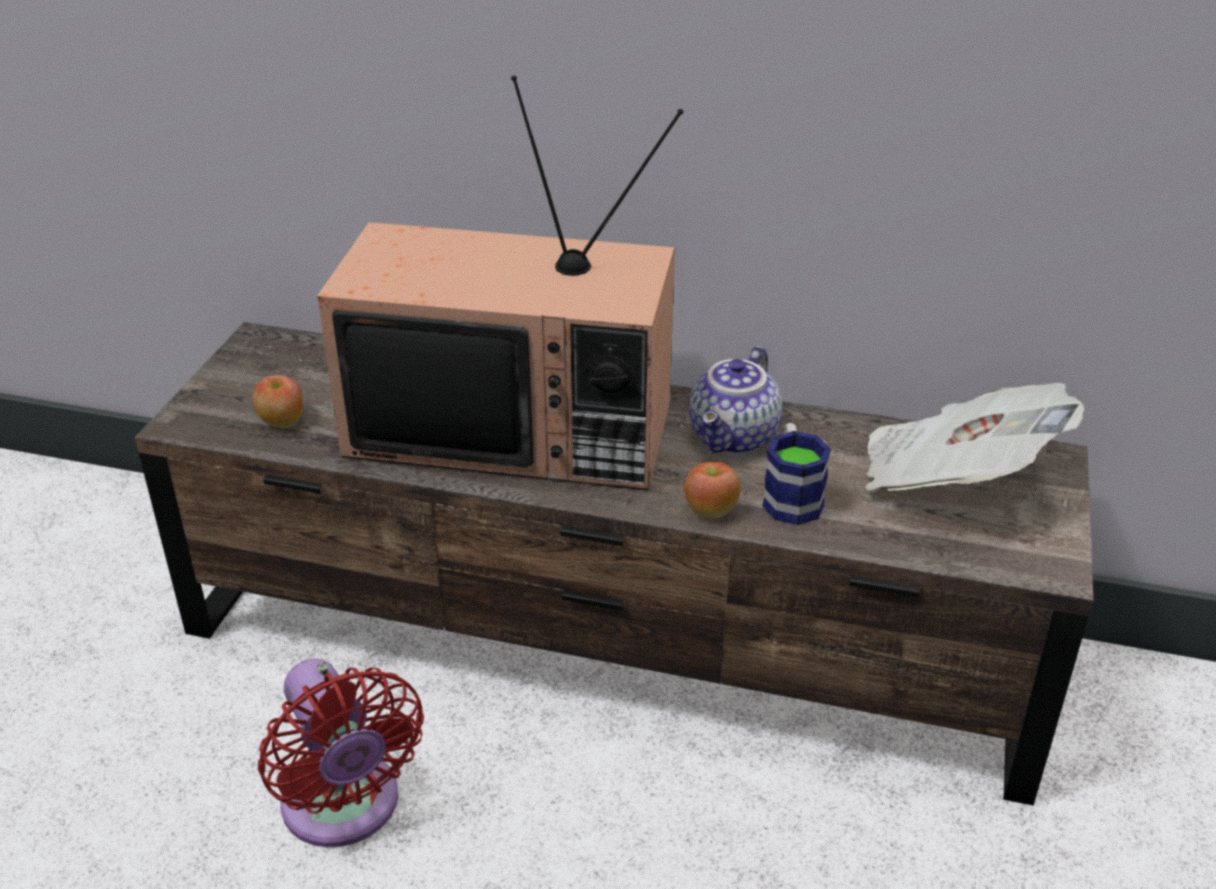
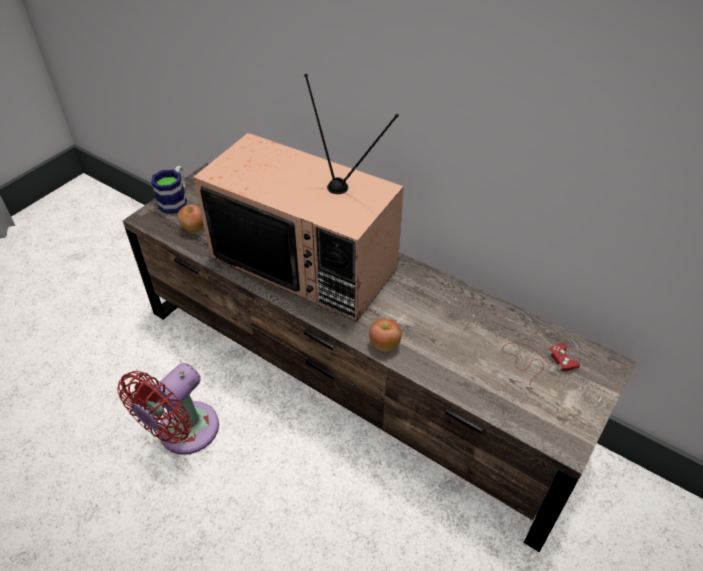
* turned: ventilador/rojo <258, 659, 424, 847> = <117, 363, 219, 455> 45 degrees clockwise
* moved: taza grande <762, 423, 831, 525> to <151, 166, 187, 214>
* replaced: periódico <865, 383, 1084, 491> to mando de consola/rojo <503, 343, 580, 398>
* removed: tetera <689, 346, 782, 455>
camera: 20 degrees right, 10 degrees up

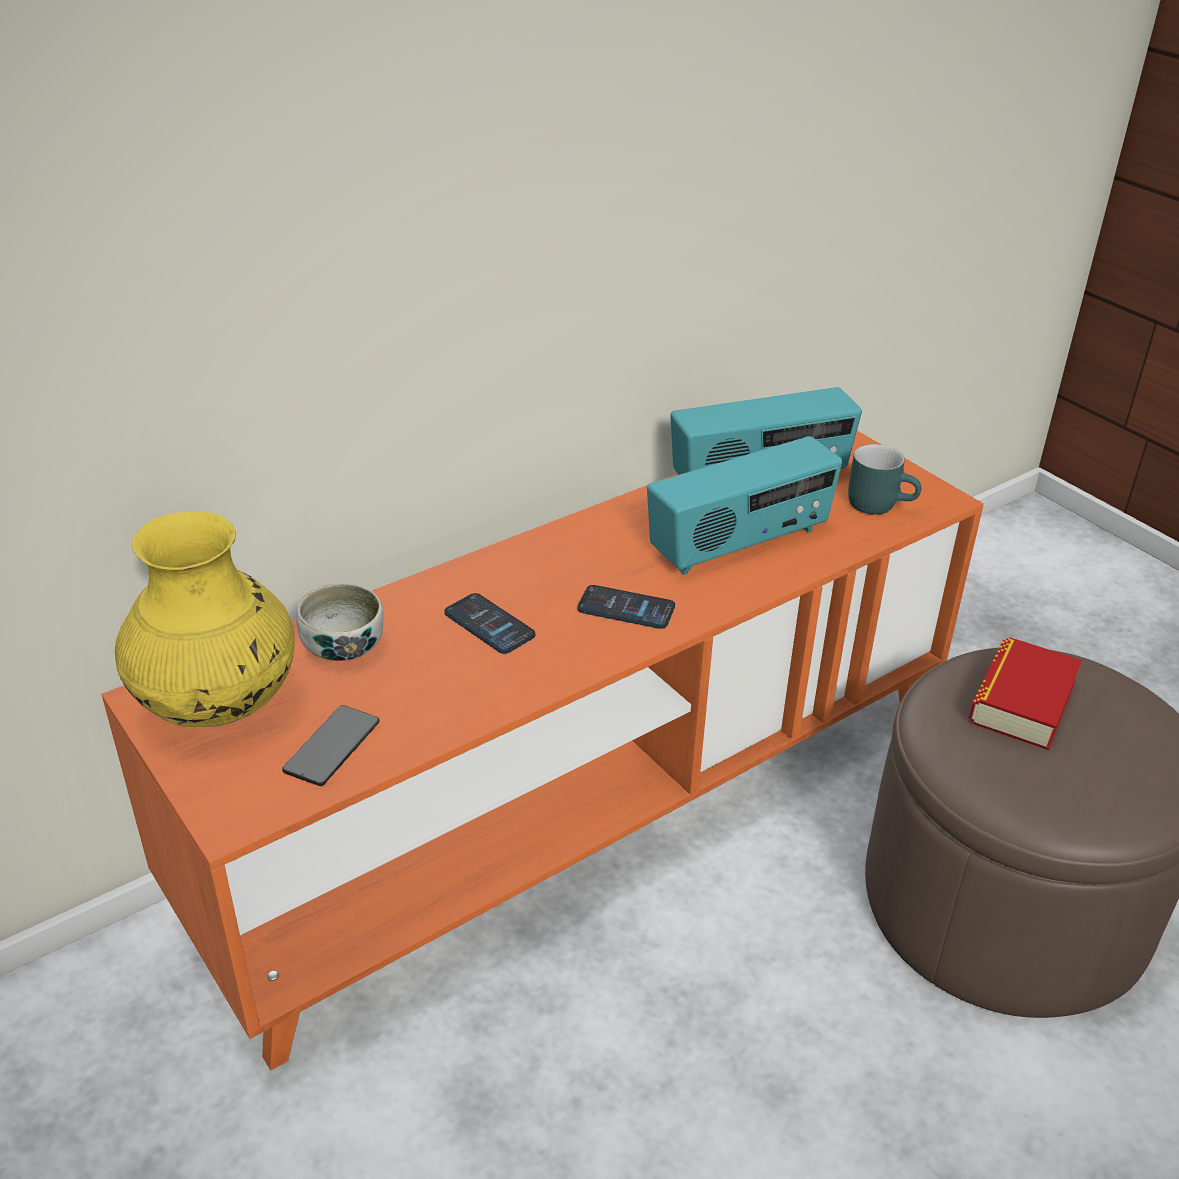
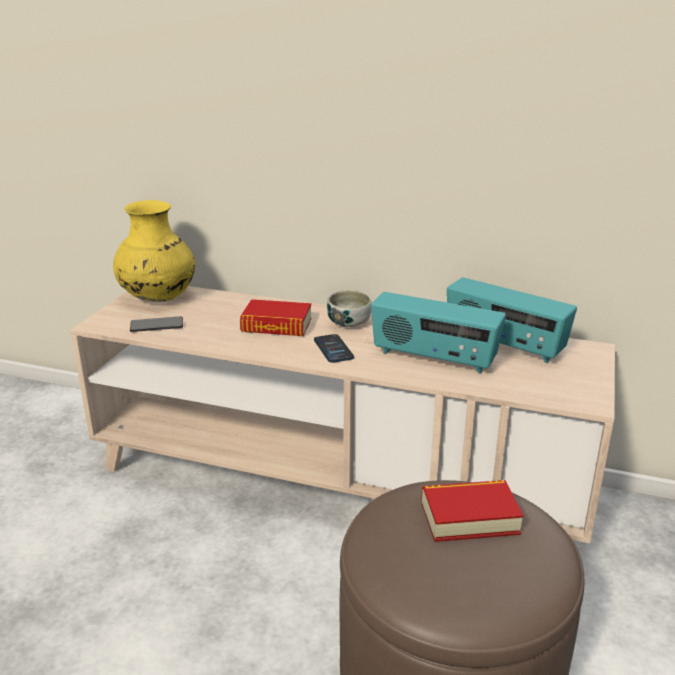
* recoloured: mueble de televisión/naranja <101, 431, 984, 1070> to mueble de televisión/beis <70, 286, 615, 544>
* replaced: móvil <444, 593, 535, 654> to libro <240, 299, 311, 336>
* moved: cuenco <296, 583, 383, 661> to <327, 290, 372, 327>
* removed: taza grande/turquesa <848, 444, 922, 515>
camera: 55 degrees right, 10 degrees down

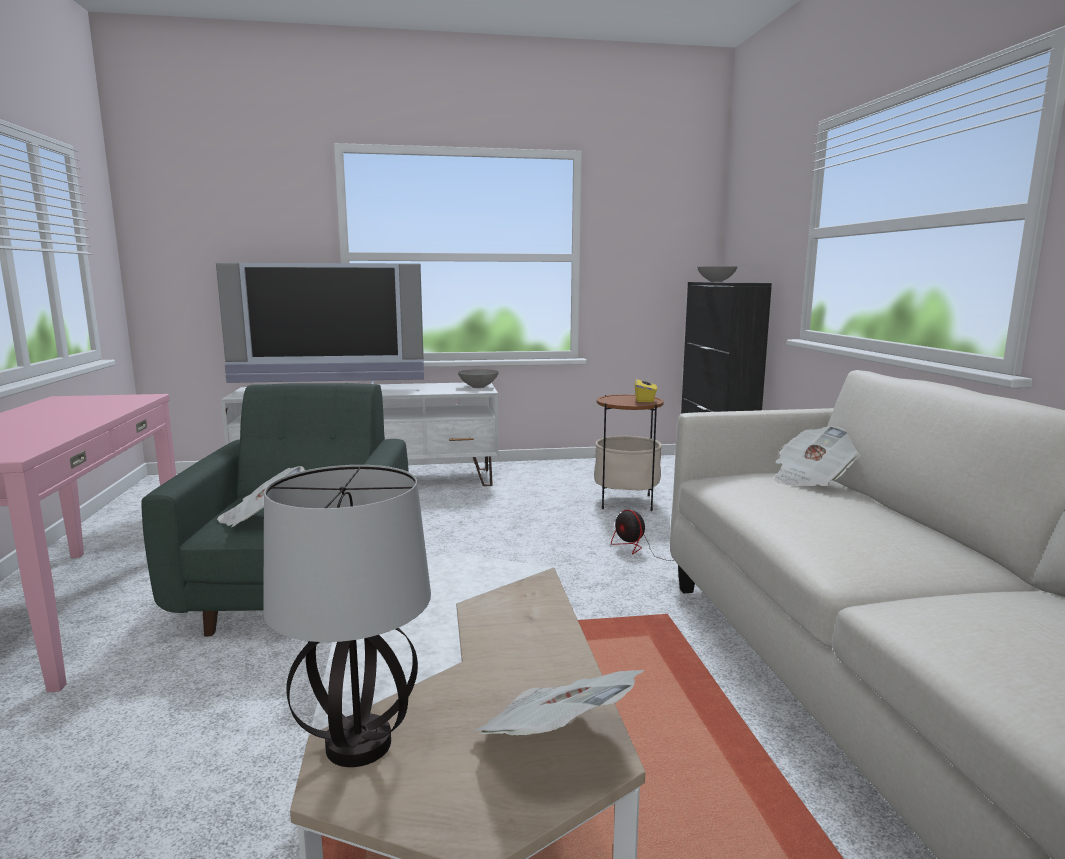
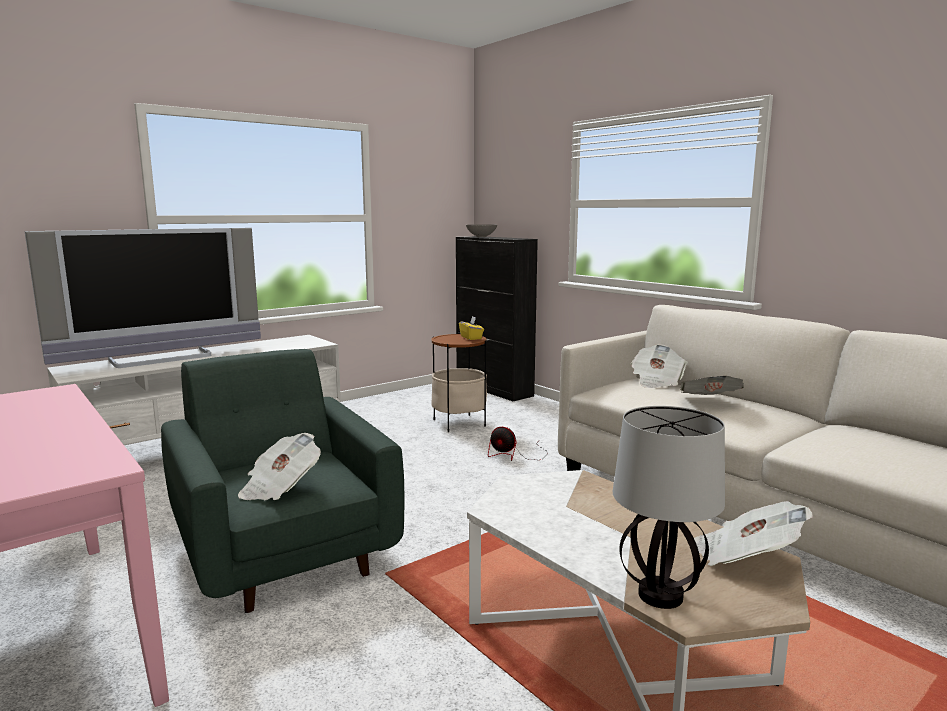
* added: periódico <680, 376, 744, 395>
* removed: cuenco/gris <458, 369, 499, 388>
camera: 30 degrees left, 0 degrees up

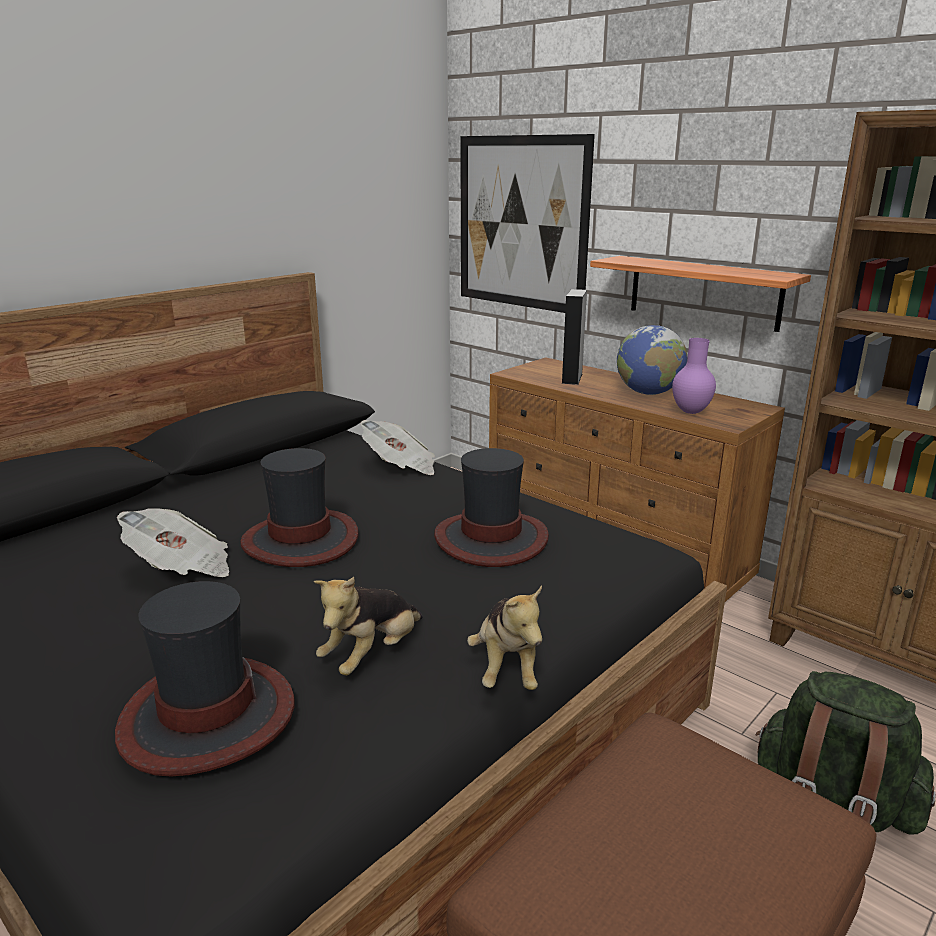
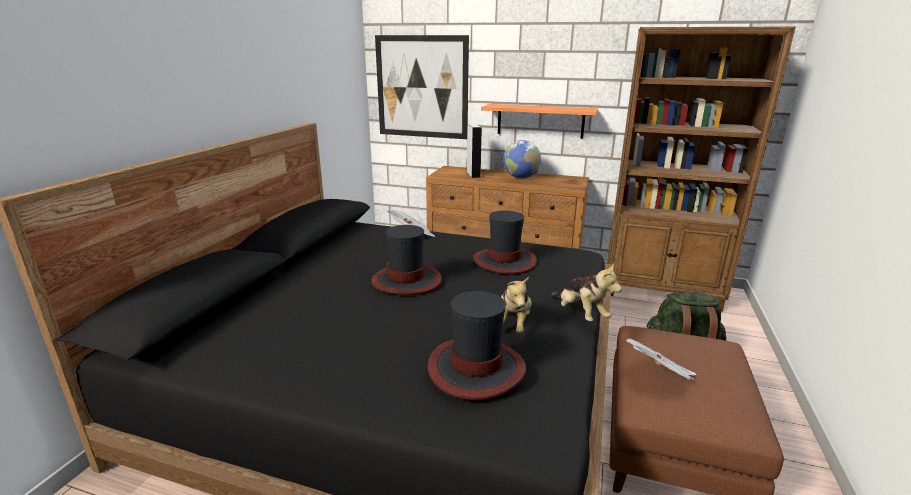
* moved: periódico <117, 508, 229, 577> to <626, 339, 697, 380>
* removed: florero/morado <672, 338, 716, 414>
camera: 25 degrees left, 0 degrees up

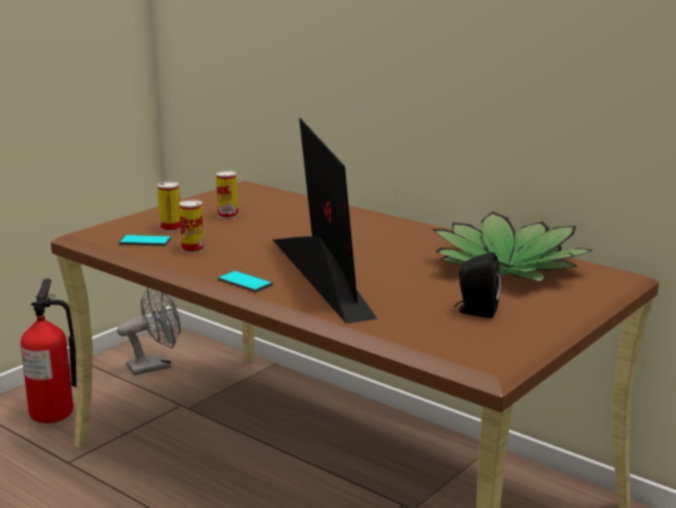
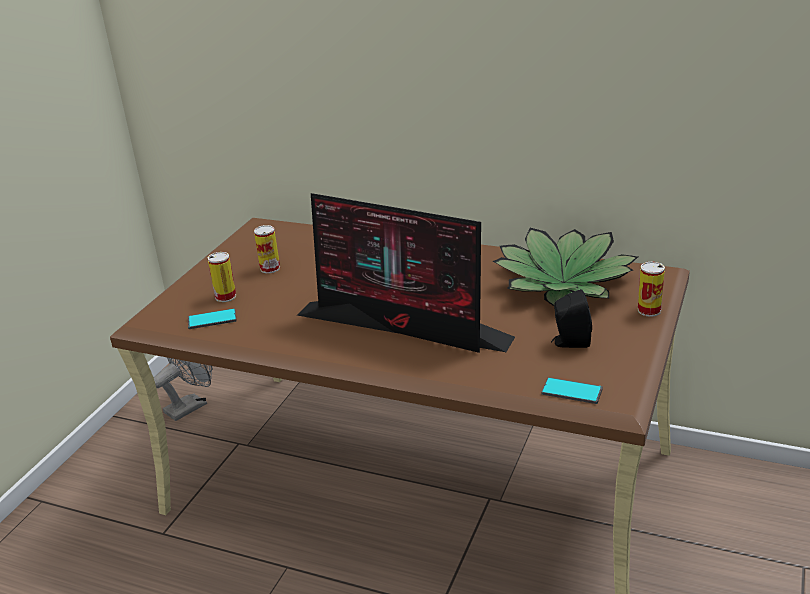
* turned: monitor <273, 118, 377, 324> = <297, 193, 515, 353> 150 degrees clockwise
* moved: móvil <218, 271, 273, 292> to <541, 377, 603, 404>
* moved: lata <179, 200, 204, 253> to <638, 262, 665, 317>
* removed: extintor <21, 278, 77, 423>
camera: 15 degrees left, 10 degrees up

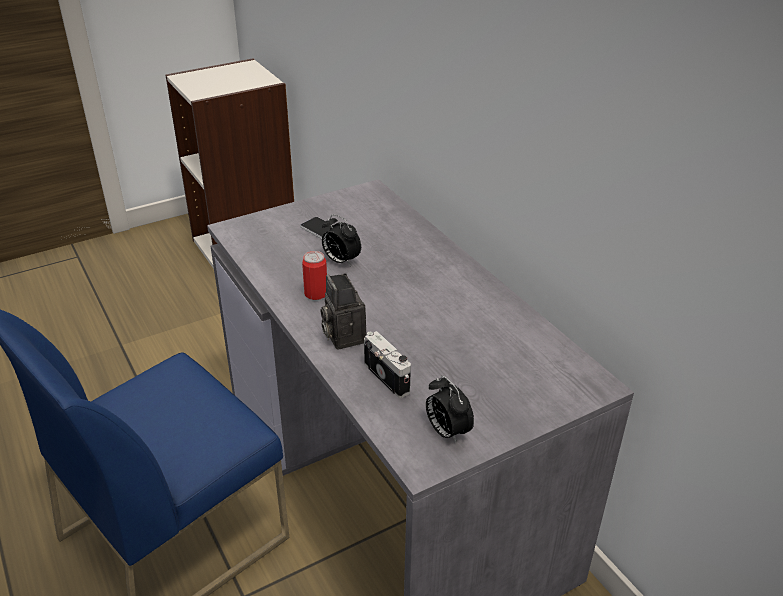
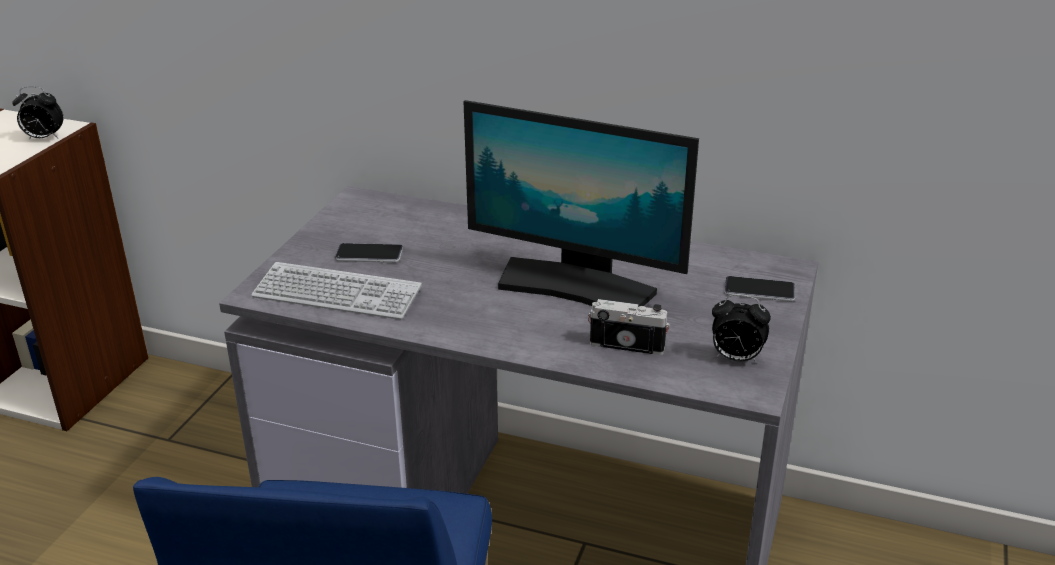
* moved: despertador <322, 214, 361, 267> to <12, 86, 63, 140>
* added: teclado <251, 262, 422, 320>
* added: monitor <463, 100, 699, 306>
* added: móvil <725, 276, 795, 302>
* removed: lata <302, 251, 327, 300>
* removed: cámara <320, 273, 366, 350>
camera: 40 degrees left, 5 degrees down

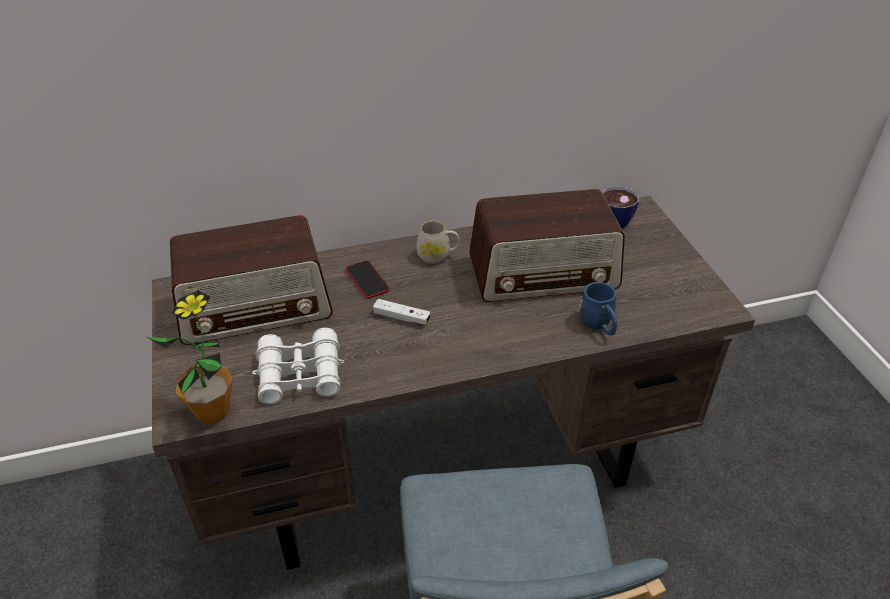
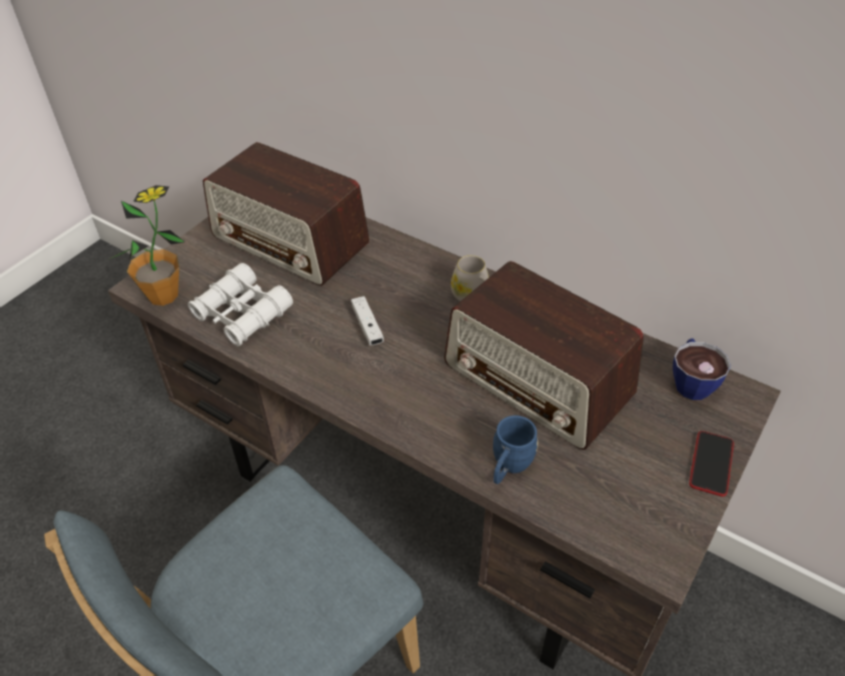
* moved: móvil <345, 260, 390, 299> to <689, 431, 734, 497>
camera: 50 degrees right, 5 degrees up

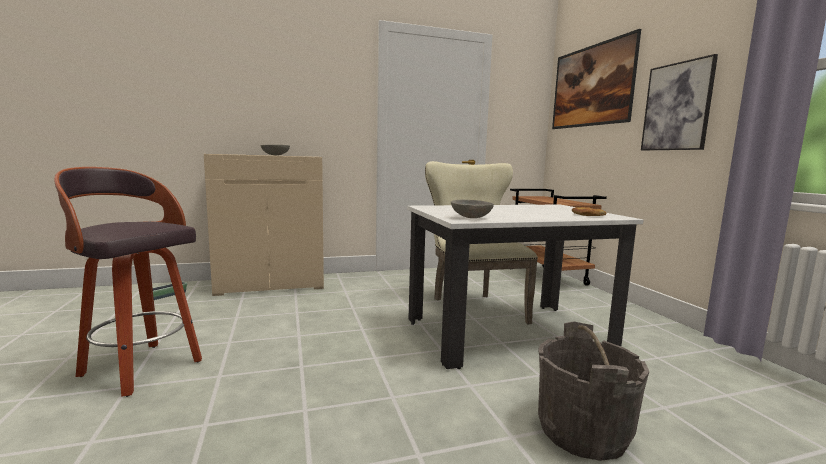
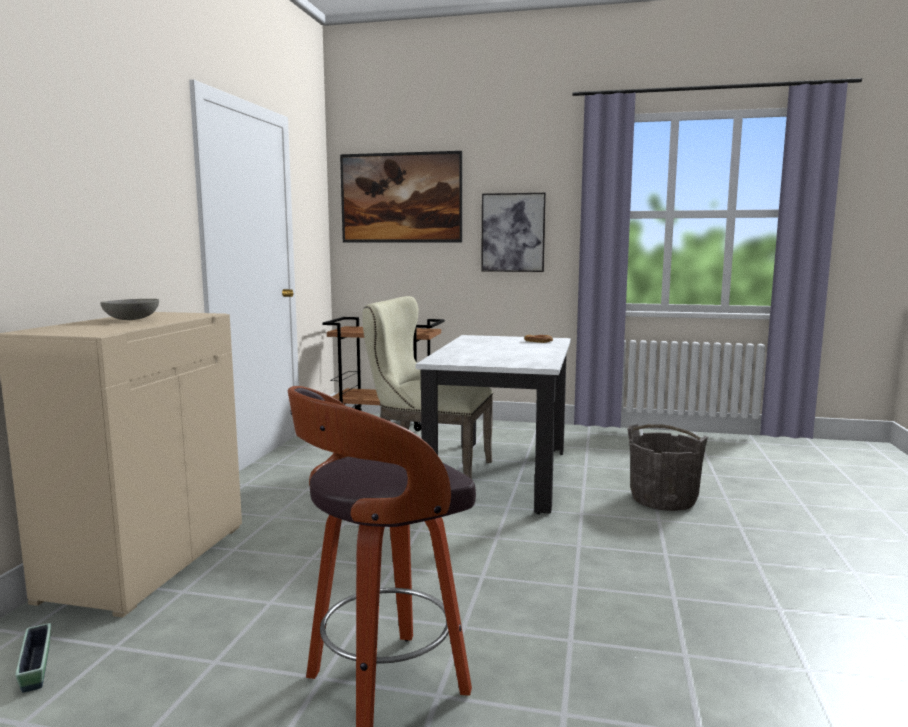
* removed: cuenco/gris <451, 200, 494, 218>
camera: 60 degrees left, 0 degrees up

